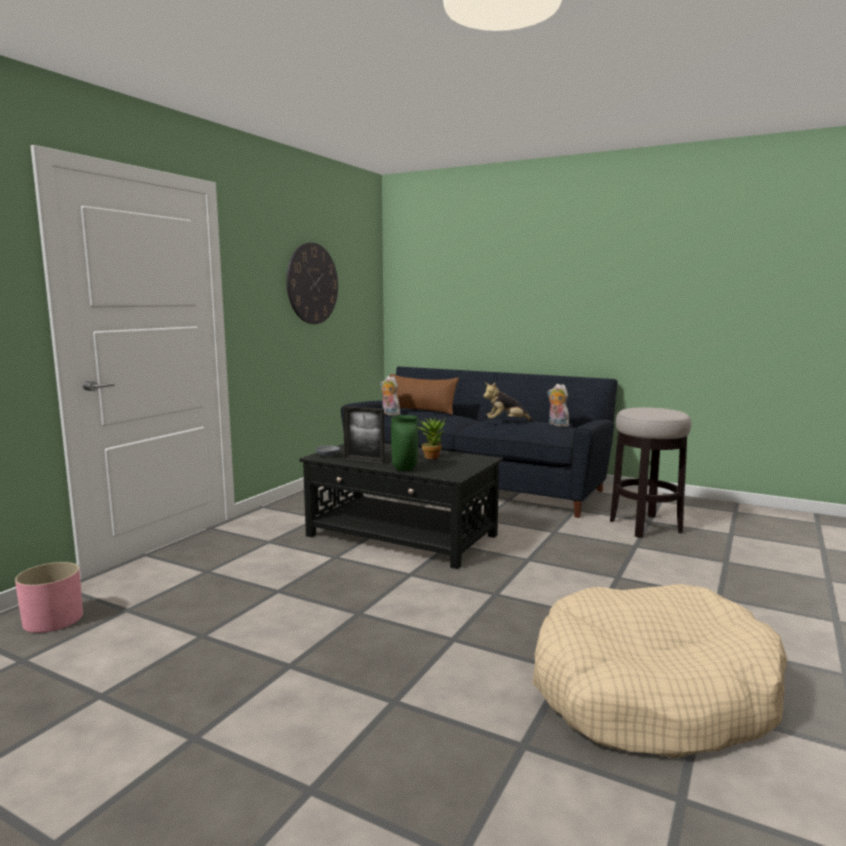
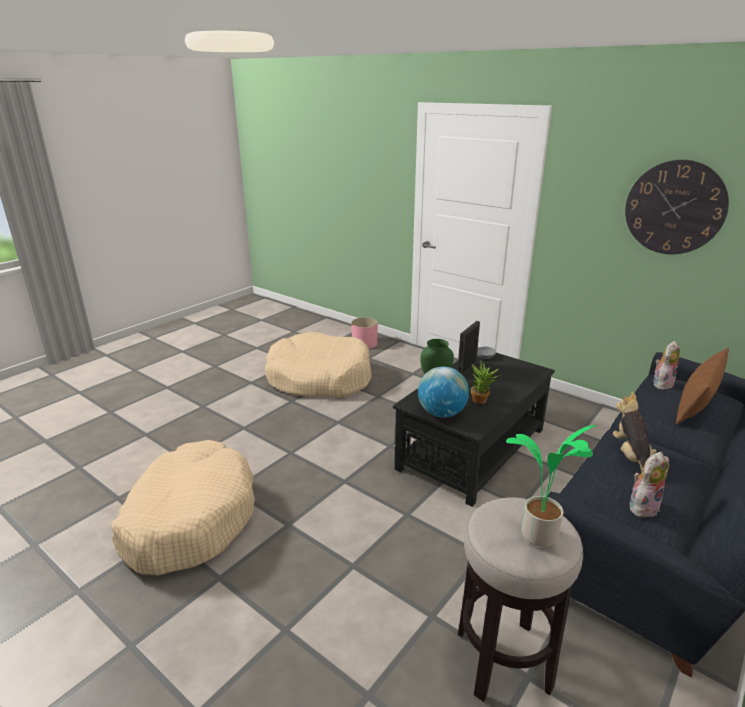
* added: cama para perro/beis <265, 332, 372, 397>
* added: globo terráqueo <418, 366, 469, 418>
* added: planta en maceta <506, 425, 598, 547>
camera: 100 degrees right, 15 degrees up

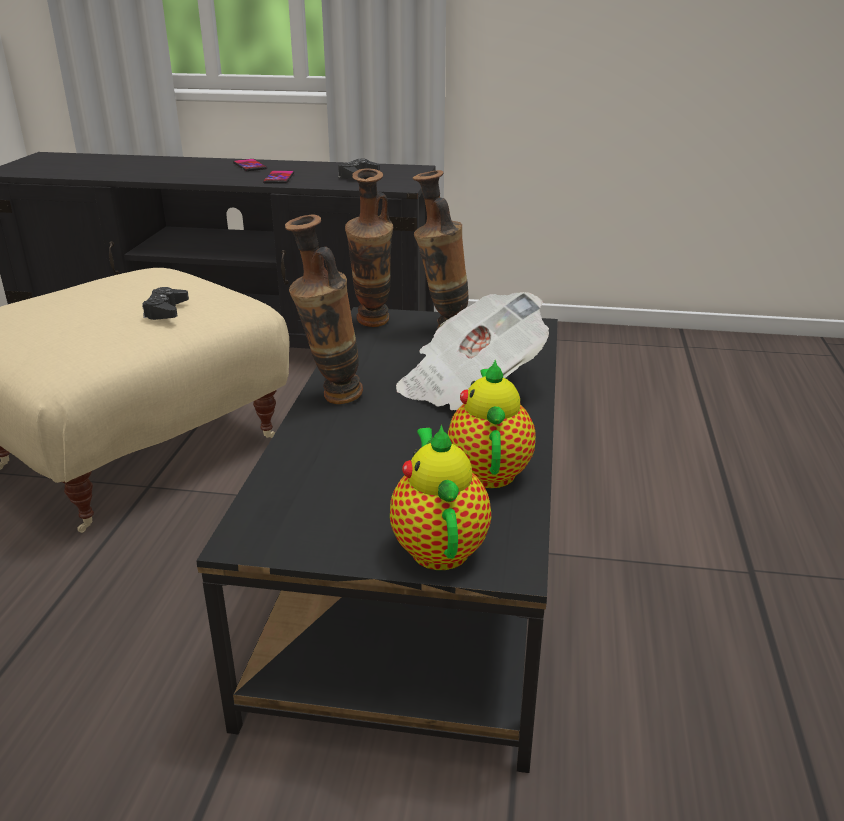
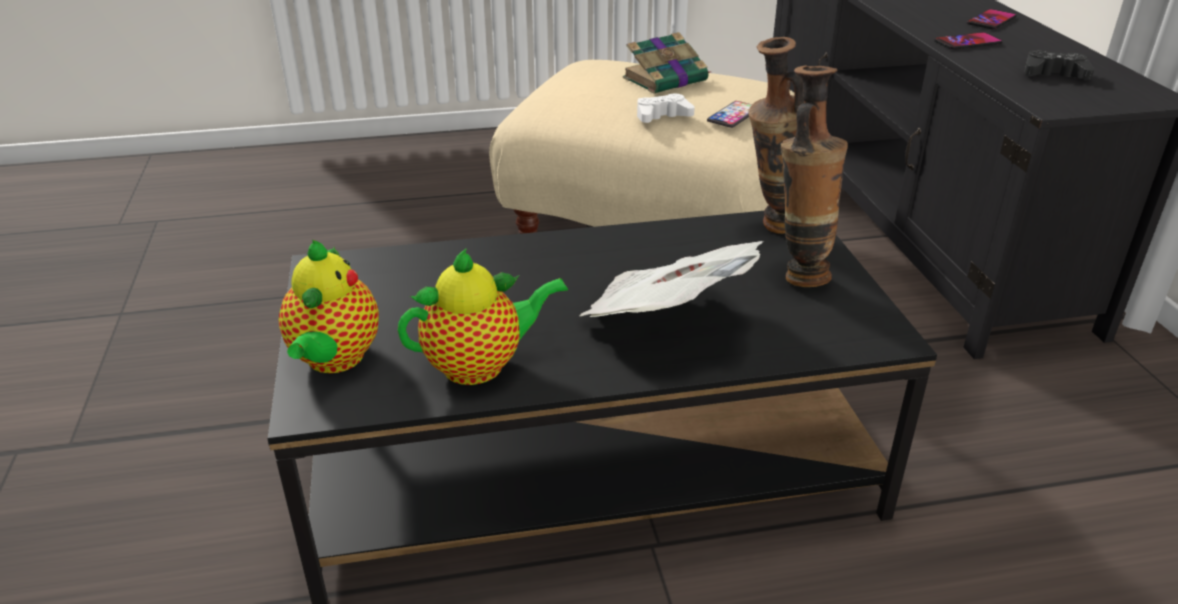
* turned: tetera <390, 424, 491, 570> = <279, 240, 379, 373> 120 degrees clockwise
* added: libro <623, 32, 710, 94>
* recoloured: mando de consola/negro <142, 287, 189, 320> to mando de consola/blanco <637, 93, 695, 123>
* added: móvil <707, 101, 752, 128>
* removed: florero <285, 214, 363, 404>
camera: 70 degrees right, 5 degrees up

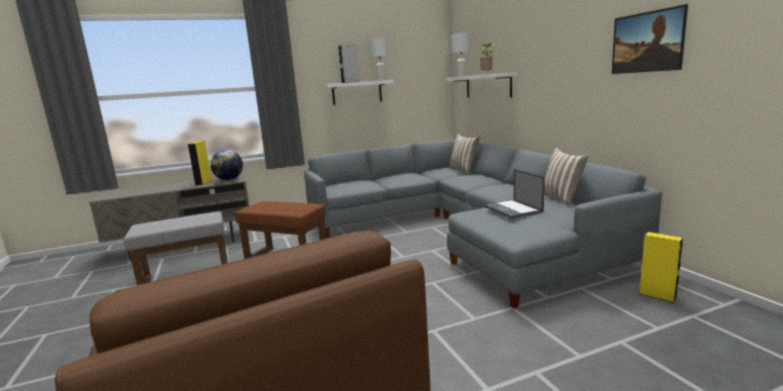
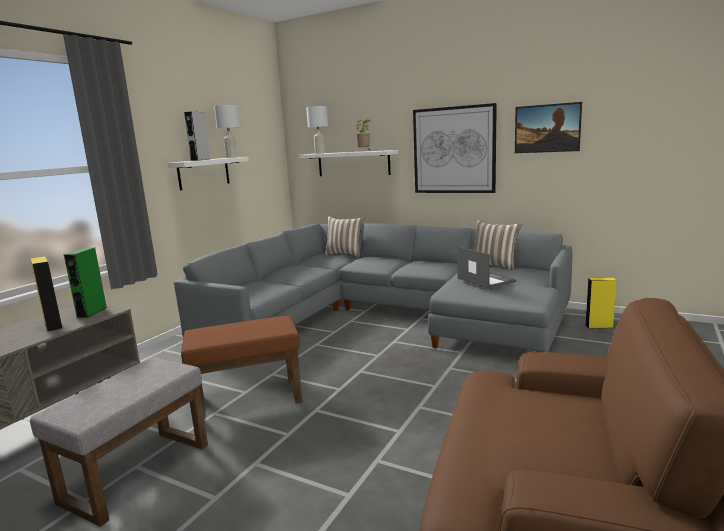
* replaced: globo terráqueo <211, 150, 243, 180> to altavoz/verde <64, 248, 107, 318>
* added: cuadro <413, 103, 497, 193>
* turned: portátil <484, 169, 545, 219> = <457, 247, 516, 289> 150 degrees counterclockwise
camera: 40 degrees left, 0 degrees up

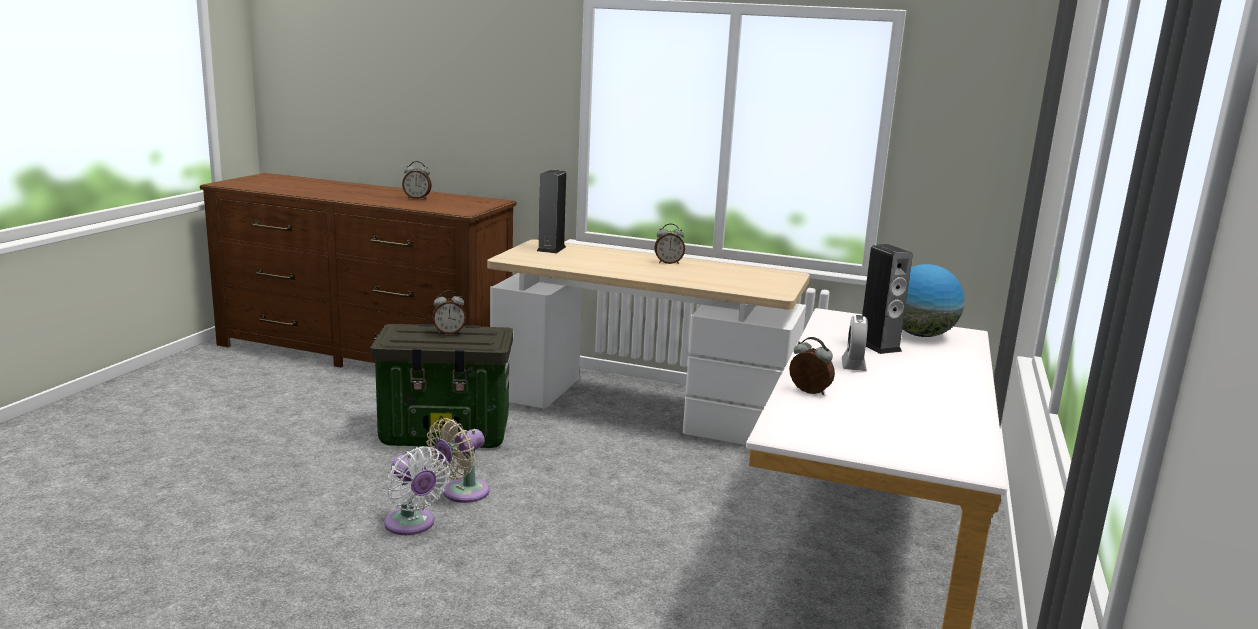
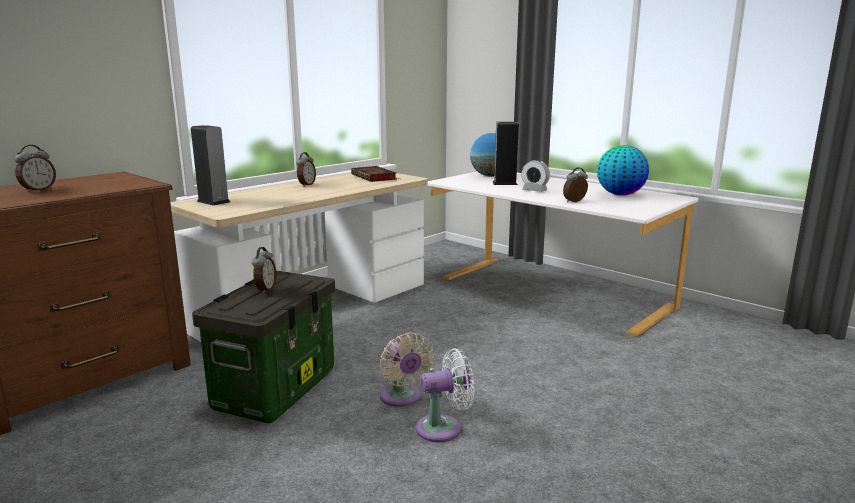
* added: libro <351, 166, 396, 182>
* added: globo terráqueo <597, 145, 649, 196>
camera: 65 degrees left, 0 degrees up

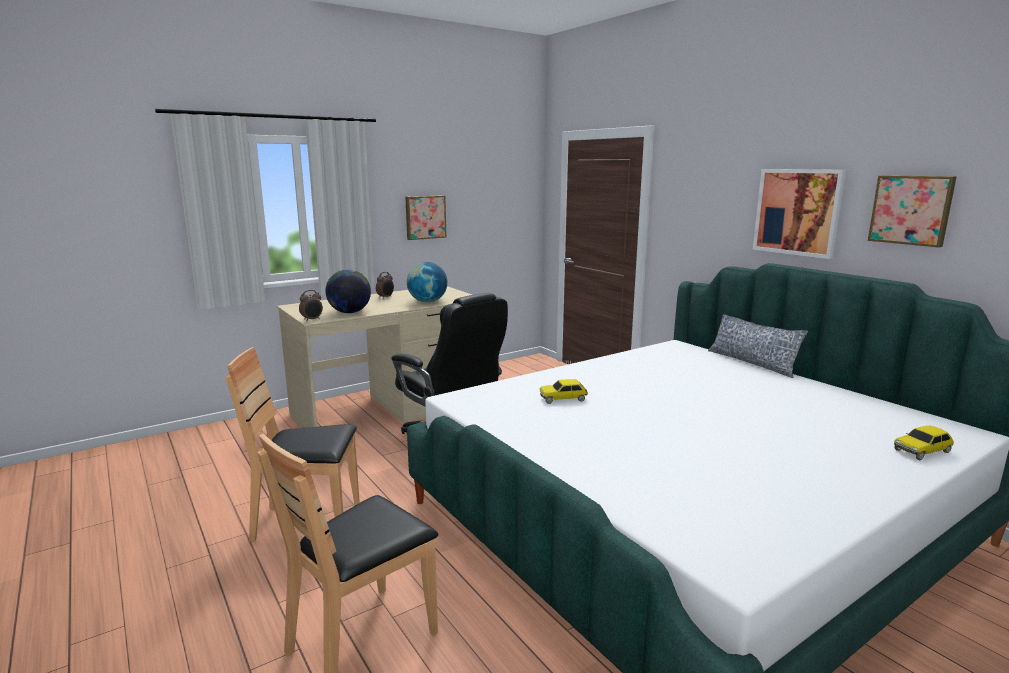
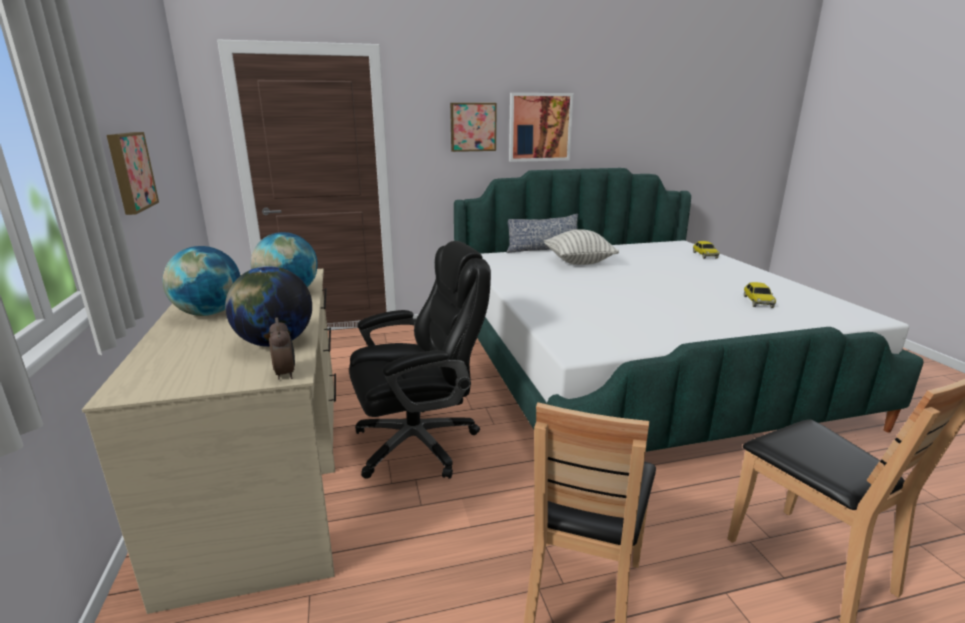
* replaced: despertador <376, 272, 394, 299> to globo terráqueo <162, 246, 241, 316>
* moved: cuadro <868, 175, 957, 247> to <450, 103, 497, 152>
* added: cojín <544, 229, 619, 265>
* moved: coche de juguete <540, 379, 588, 404> to <744, 282, 776, 308>
camera: 70 degrees left, 5 degrees up

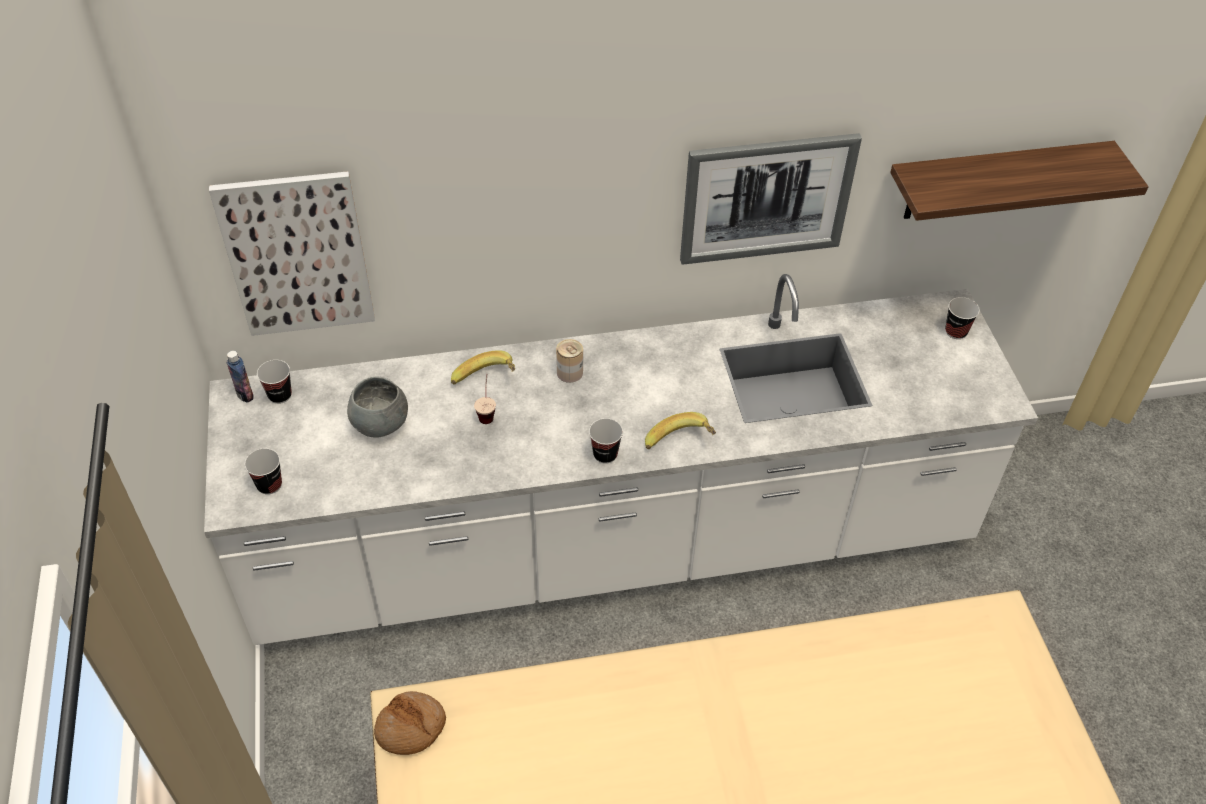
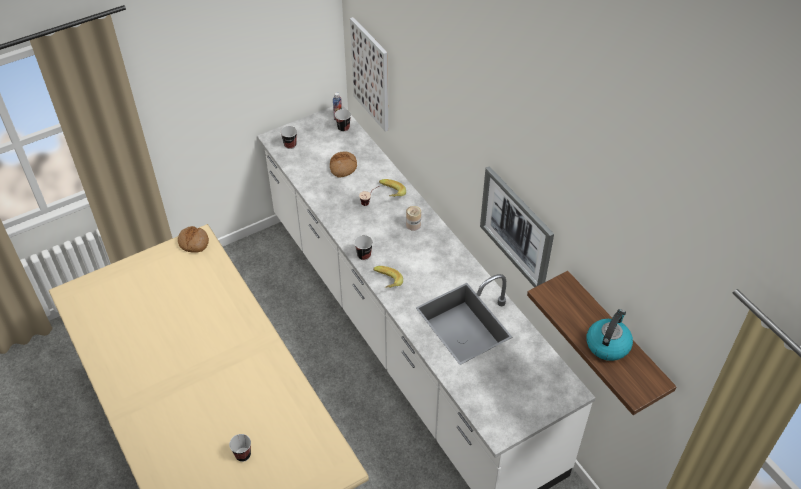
* moved: taza <945, 297, 980, 339> to <229, 434, 251, 462>
* replaced: cuenco/gris <347, 376, 408, 438> to pan <330, 152, 357, 177>
* added: hervidor <586, 309, 633, 361>
camera: 70 degrees right, 0 degrees up

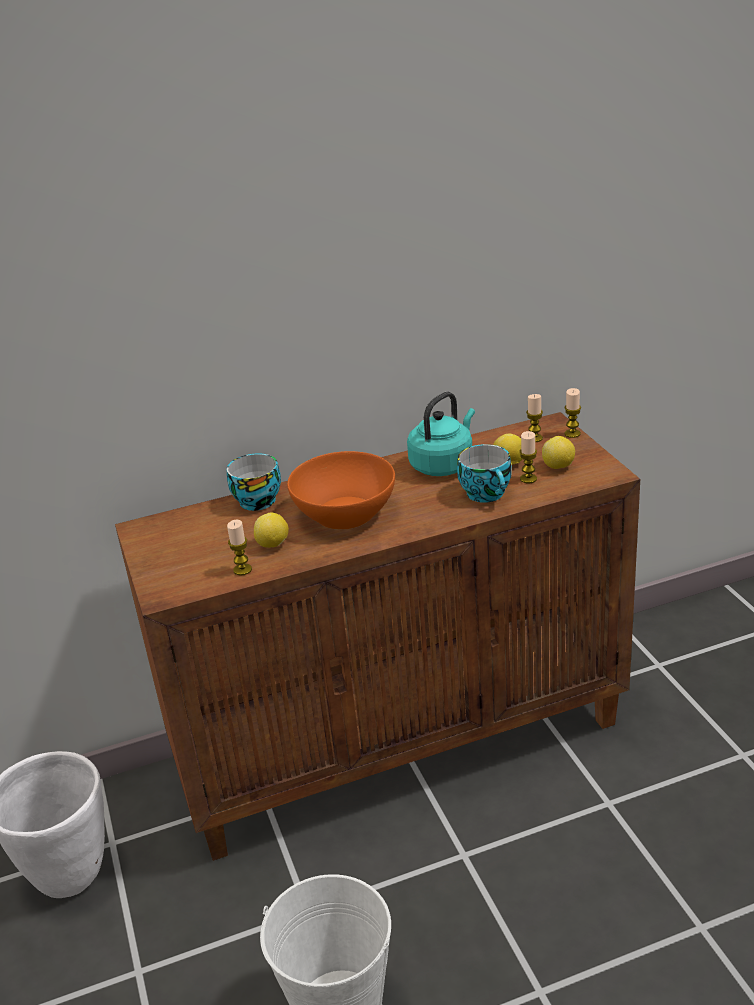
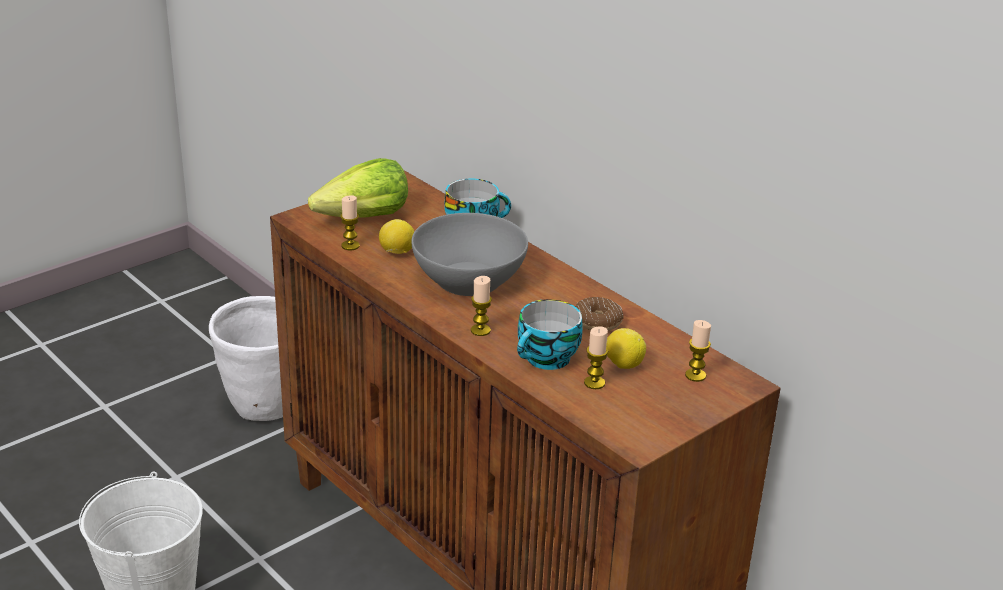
* added: lechuga <308, 158, 408, 218>
* recoloured: cuenco/naranja <287, 451, 395, 530> to cuenco/gris <411, 213, 528, 296>
* moved: vela <564, 388, 581, 438> to <471, 276, 492, 336>
* replaced: hervidor/turquesa <407, 392, 475, 476> to rosquilla <575, 297, 624, 331>
* removed: limón <542, 436, 575, 469>
camera: 65 degrees right, 0 degrees up

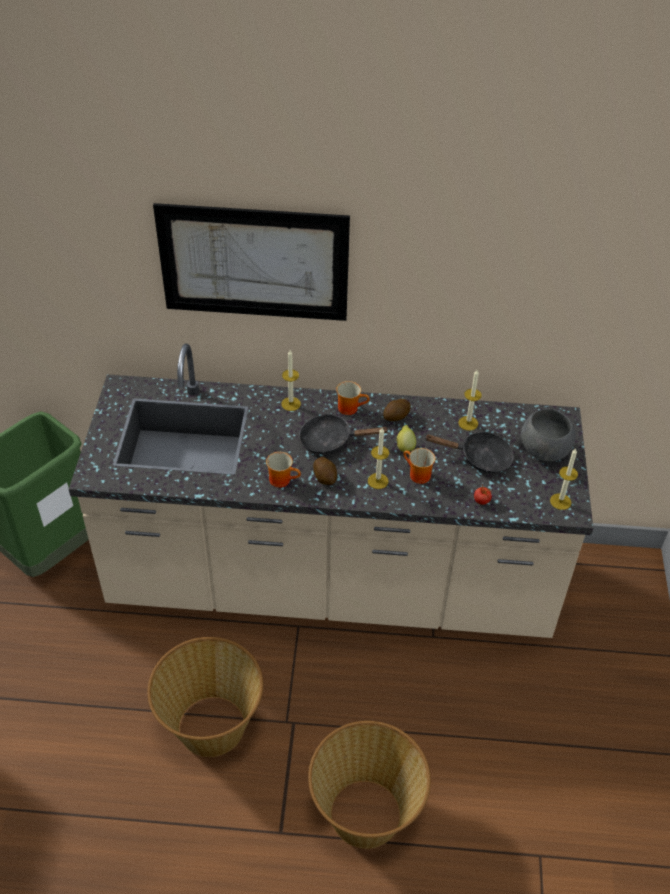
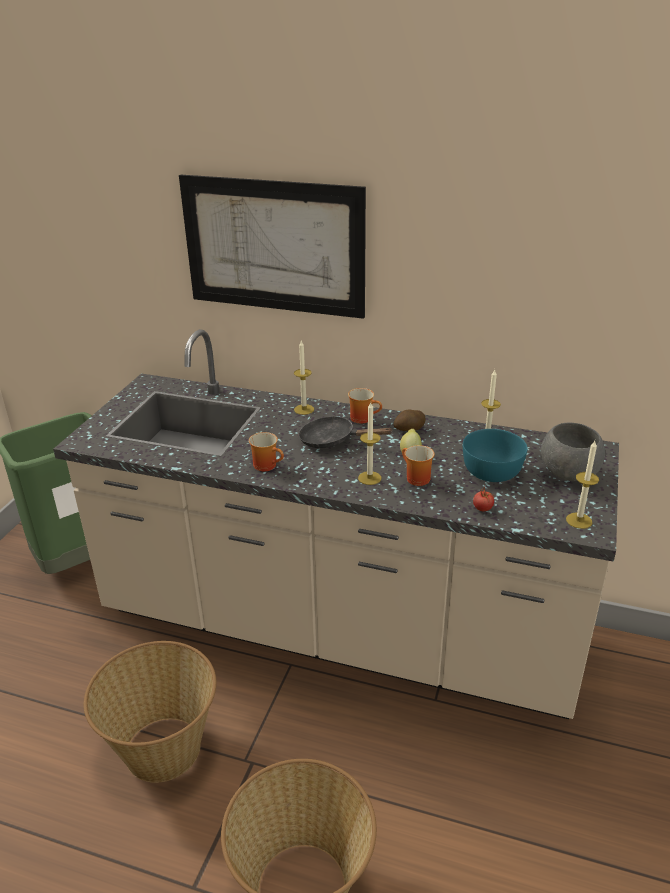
* replaced: sartén/negro <424, 432, 514, 473> to cuenco/turquesa <463, 429, 528, 482>
* removed: patata <313, 457, 337, 485>
camera: 15 degrees right, 15 degrees down

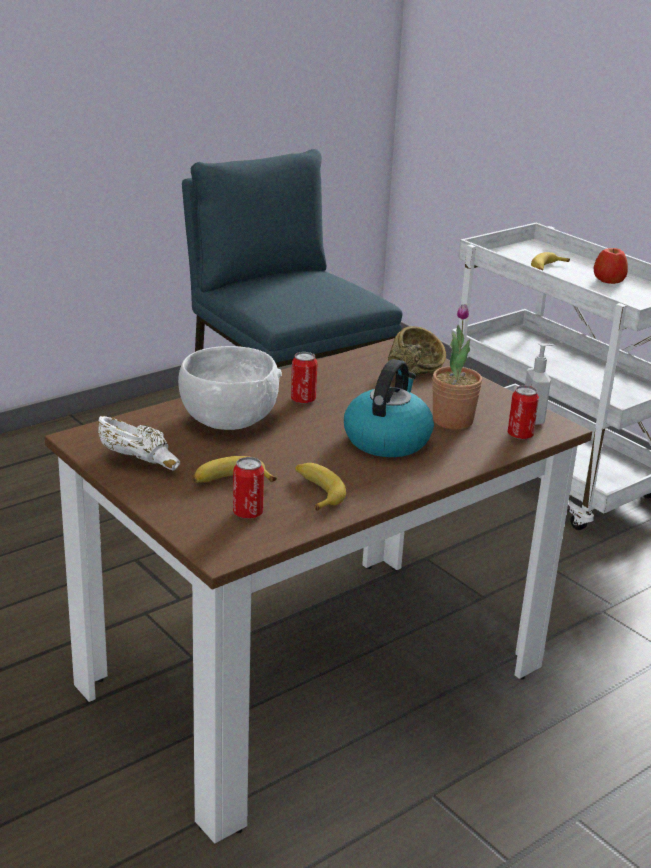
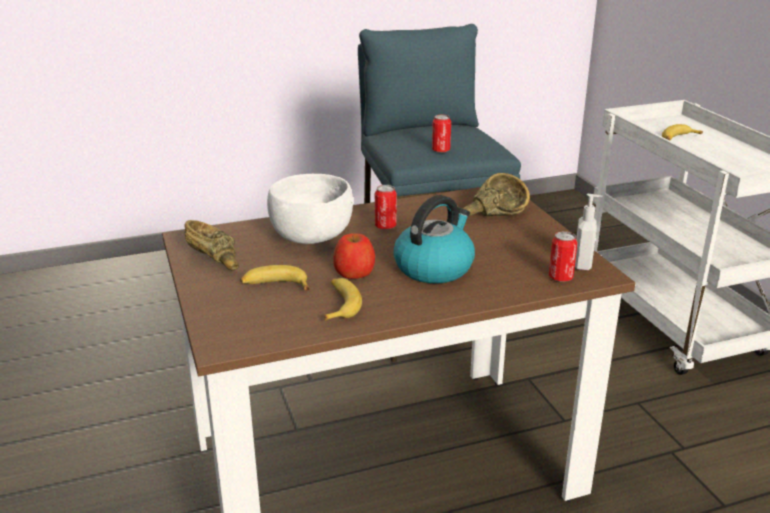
* recoloured: cuenco/blanco <98, 416, 180, 470> to cuenco/marrón <184, 220, 239, 271>
* moved: manzana <594, 248, 628, 284> to <333, 234, 375, 279>
* moved: lata <233, 457, 264, 519> to <432, 115, 451, 153>
* removed: planta en maceta <432, 304, 482, 430>
camera: 20 degrees right, 0 degrees up

